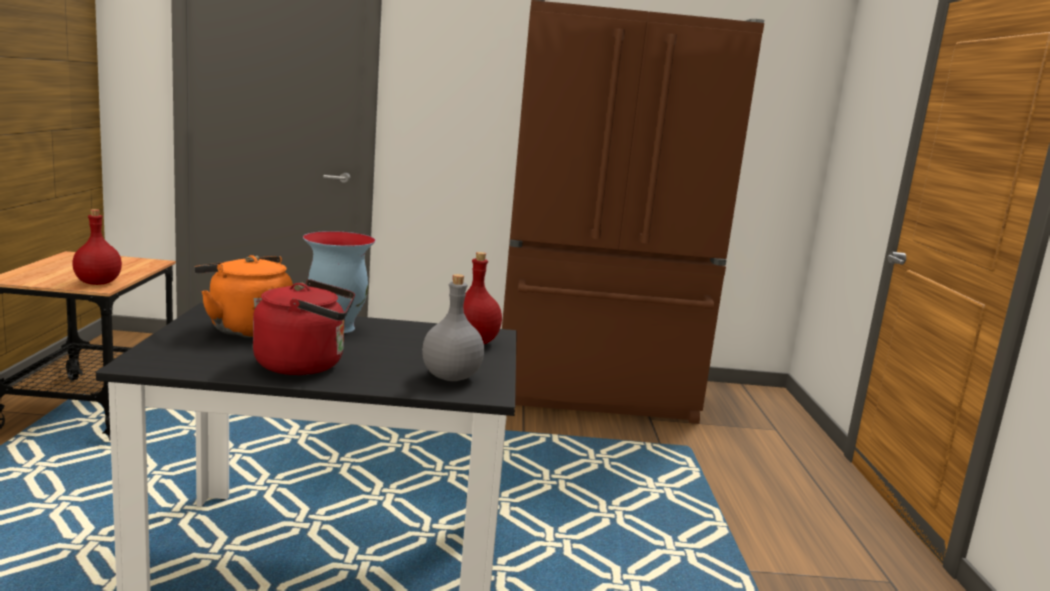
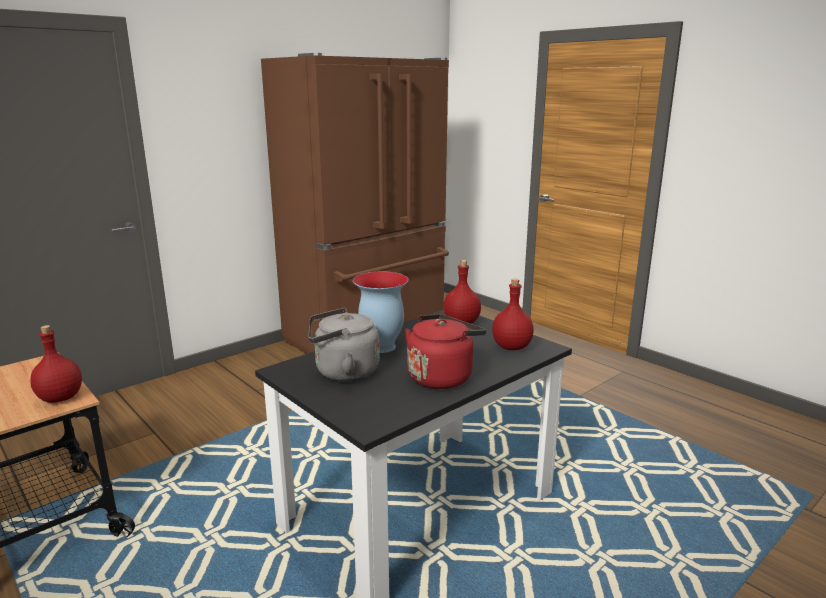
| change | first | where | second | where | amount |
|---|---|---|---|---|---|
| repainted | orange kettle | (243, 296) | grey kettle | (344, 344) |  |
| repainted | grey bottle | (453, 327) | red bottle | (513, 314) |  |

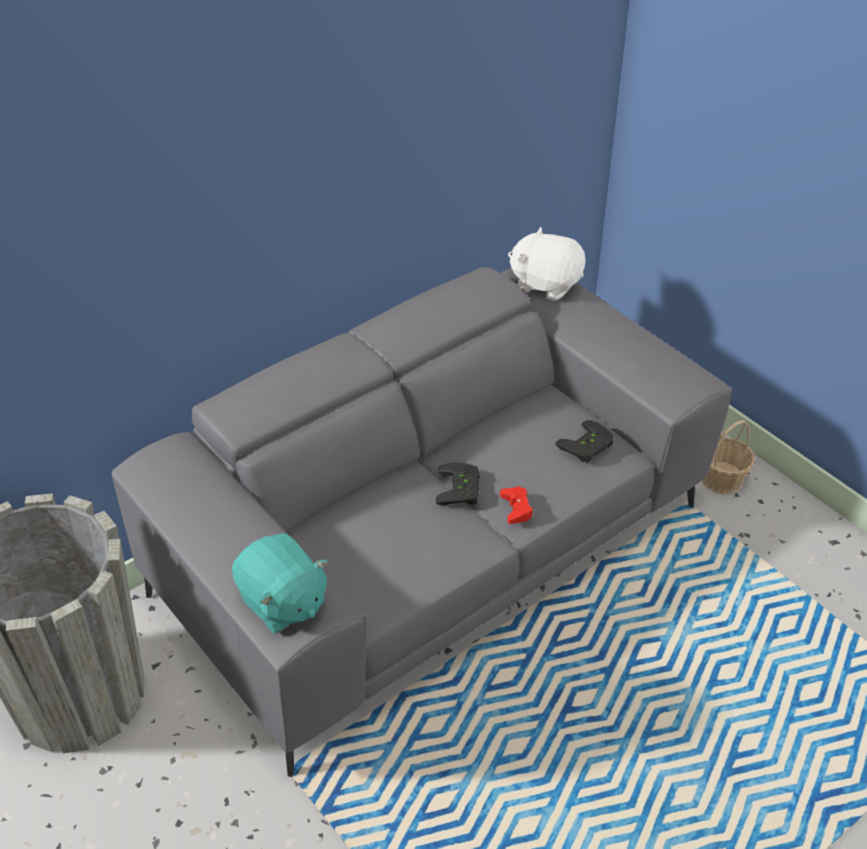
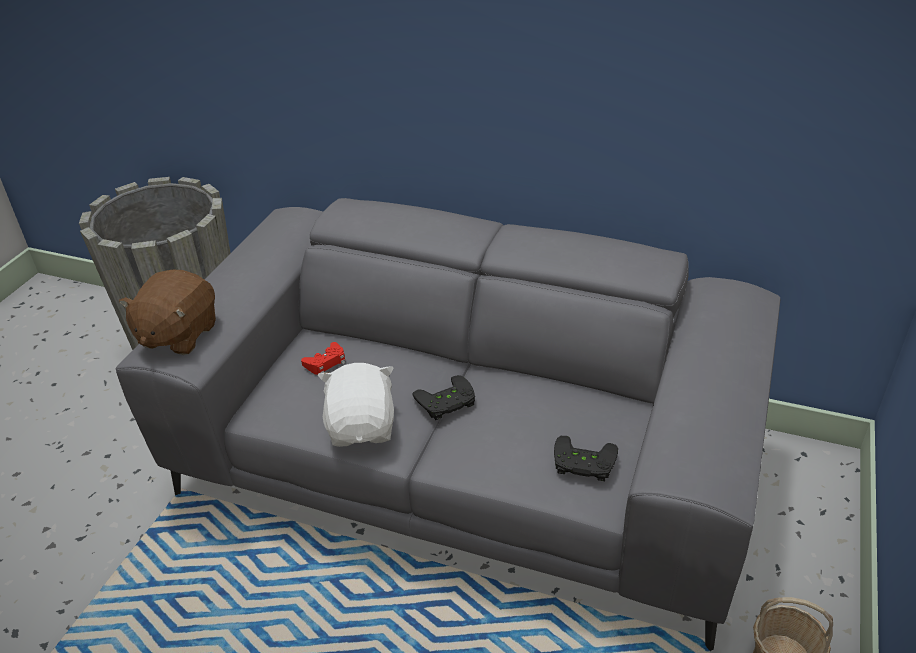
| change | first | where | second | where | amount |
|---|---|---|---|---|---|
| repainted | turquoise plush toy | (280, 583) | brown plush toy | (167, 312) |  |
| shifted | red game controller | (516, 505) |  | (323, 358) |  |
| shifted | white plush toy | (547, 264) |  | (356, 405) |  |

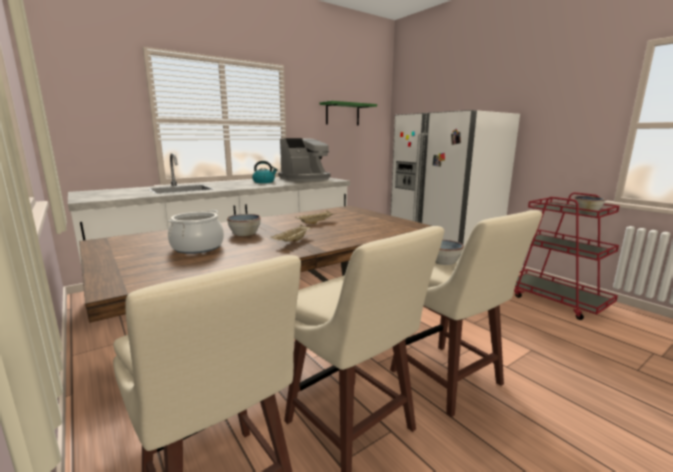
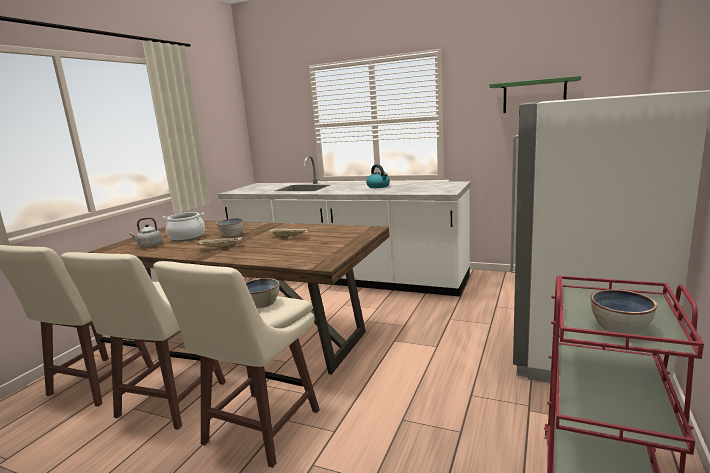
| change | first | where | second | where | amount |
|---|---|---|---|---|---|
| gone | coffee machine | (304, 159) |  |  |  |
| new |  |  | grey kettle | (145, 232) |  |

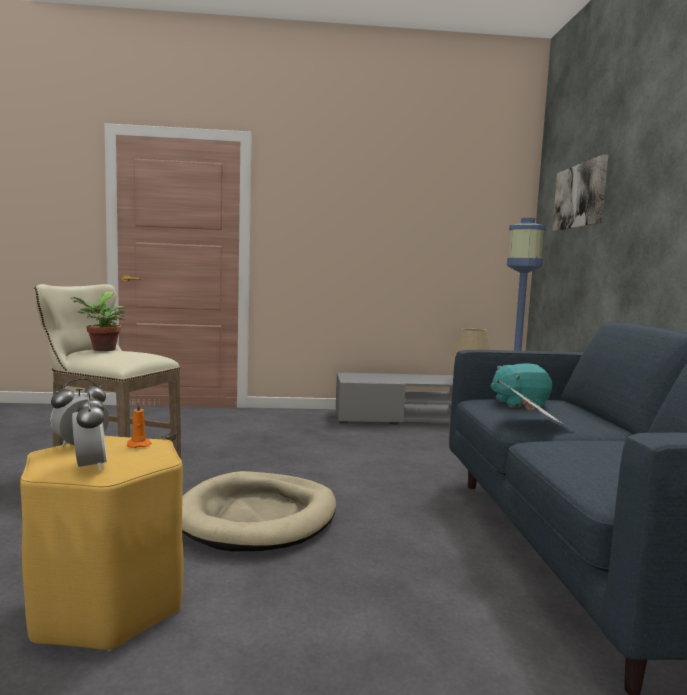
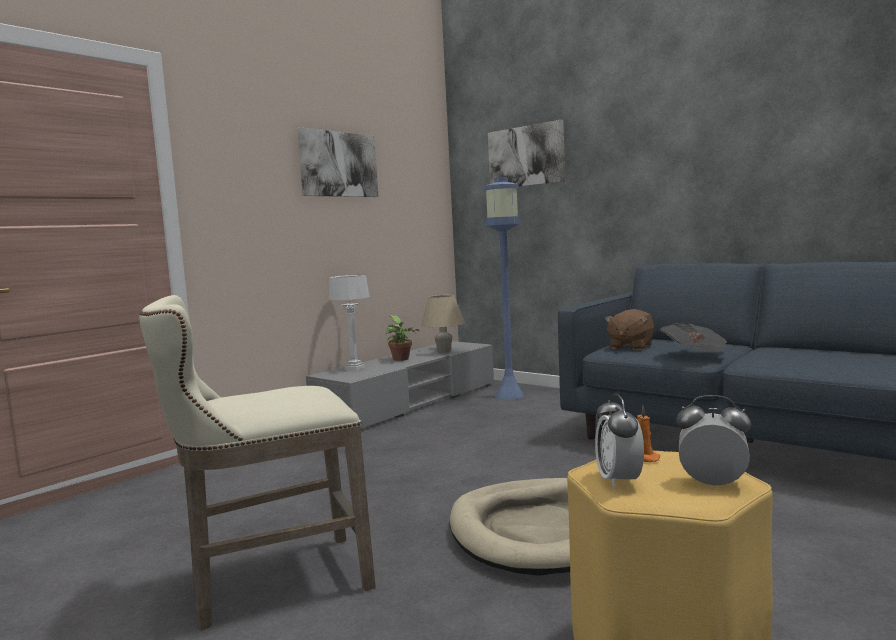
| change | first | where | second | where | amount |
|---|---|---|---|---|---|
| shifted | potted plant | (97, 321) |  | (402, 338) |  |
| repainted | turquoise plush toy | (521, 385) | brown plush toy | (629, 329) |  |
| new |  |  | picture | (338, 162) |  |
| new |  |  | grey table lamp | (349, 322) |  |

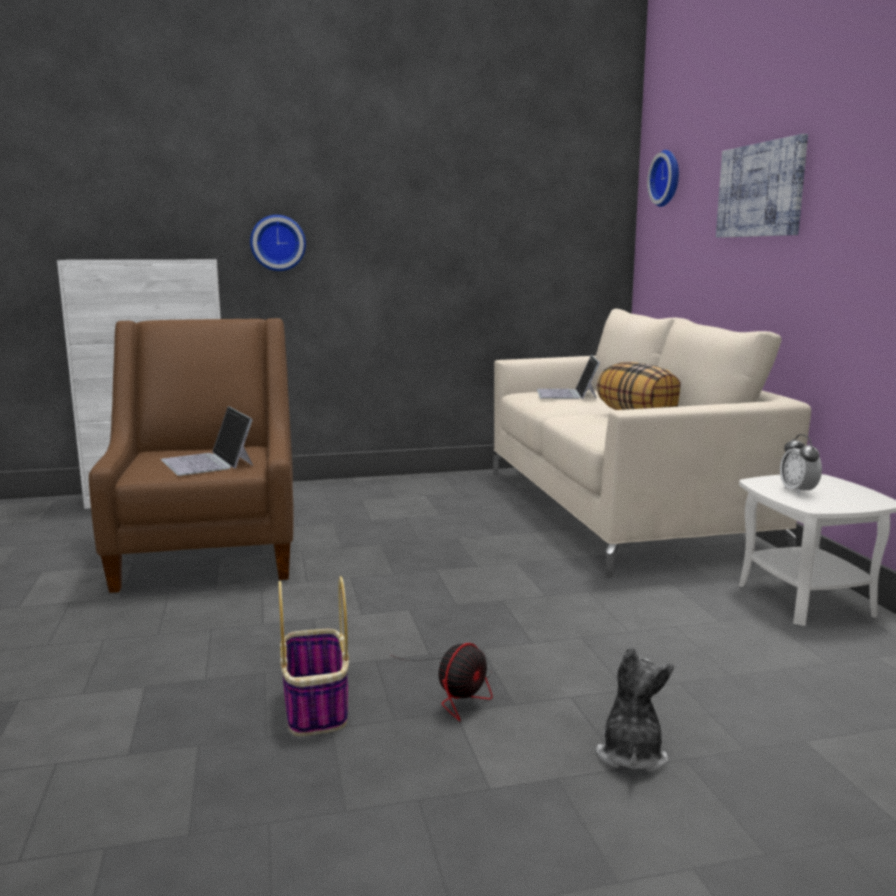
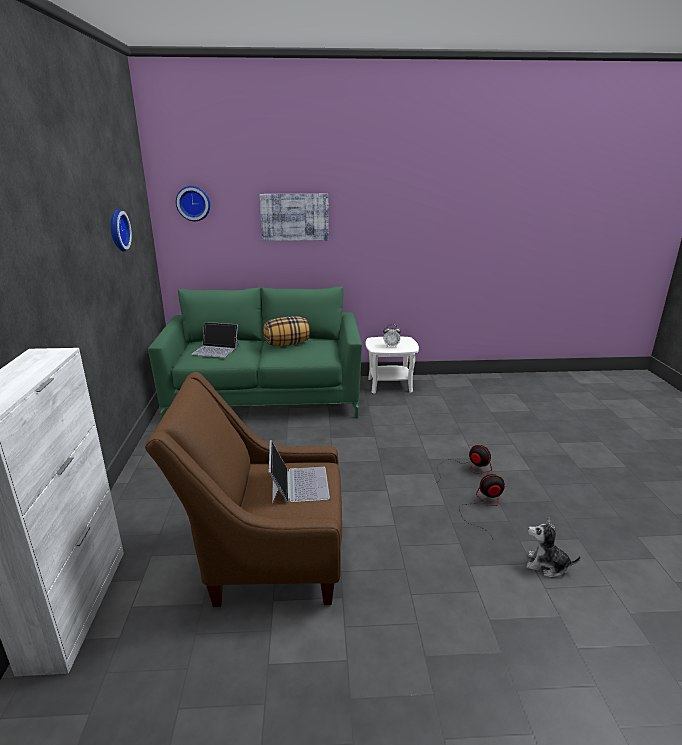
| change | first | where | second | where | amount |
|---|---|---|---|---|---|
| rotated | laptop | (207, 441) |  | (299, 472) | 75 degrees counterclockwise |
| shifted | wall clock | (278, 243) |  | (121, 230) |  |
| swapped | basket | (313, 656) | fan | (482, 507) |  |
| repainted | beige sofa | (652, 443) | green sofa | (255, 352) |  |
| shifted | plush toy | (635, 709) |  | (553, 547) |  |

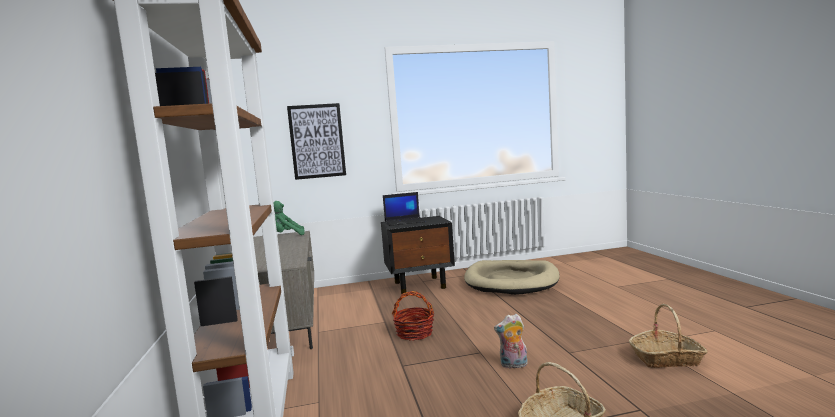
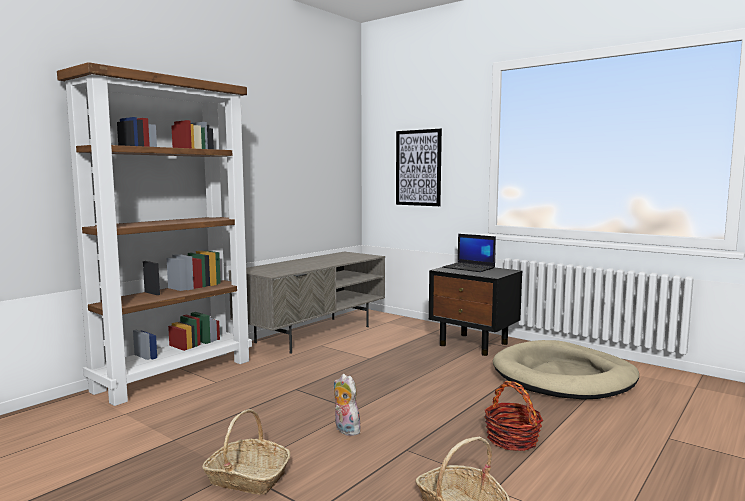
| change | first | where | second | where | amount |
|---|---|---|---|---|---|
| gone | green plush toy | (289, 218) |  |  |  |
| shifted | basket | (413, 316) |  | (513, 416) |  |

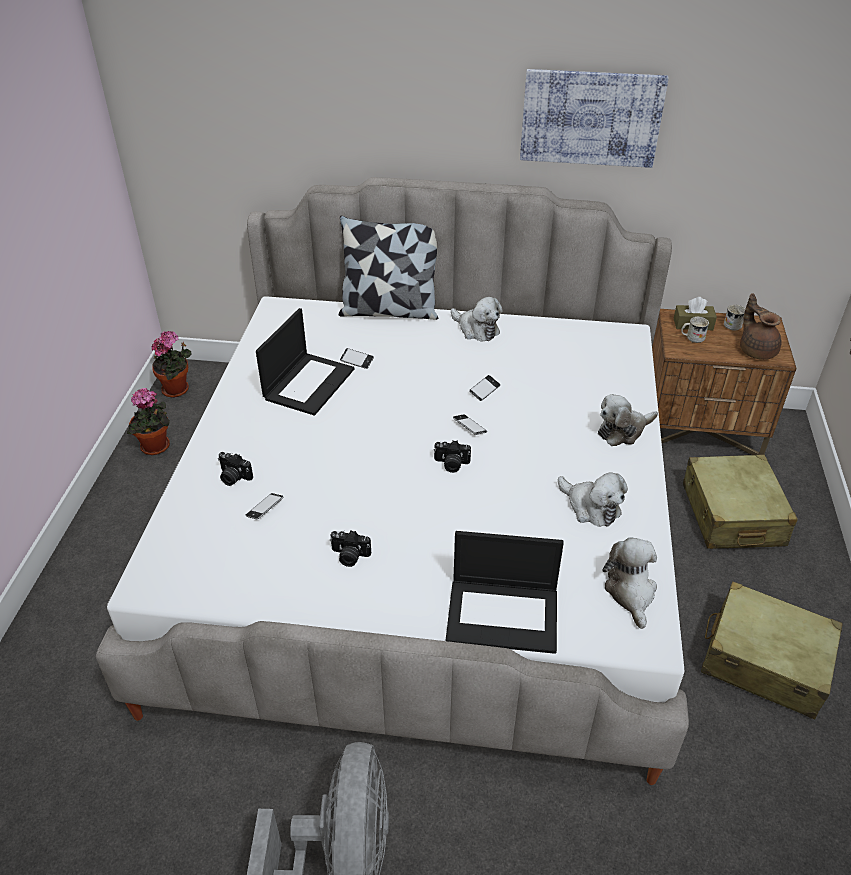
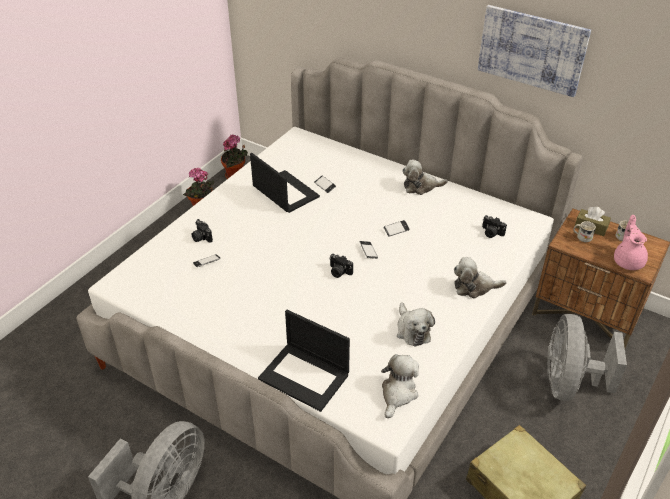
| change | first | where | second | where | amount |
|---|---|---|---|---|---|
| rotated | laptop | (305, 362) |  | (285, 183) | 90 degrees counterclockwise |
| shifted | photo camera | (350, 548) |  | (494, 226) |  |
| gone | pillow | (388, 268) |  |  |  |
| rotated | plush toy | (477, 319) |  | (425, 177) | 105 degrees clockwise |
| swapped | beige suitcase | (740, 501) | grey fan | (587, 357) |  |
| repainted | brown teapot | (761, 326) | pink teapot | (631, 242) |  |

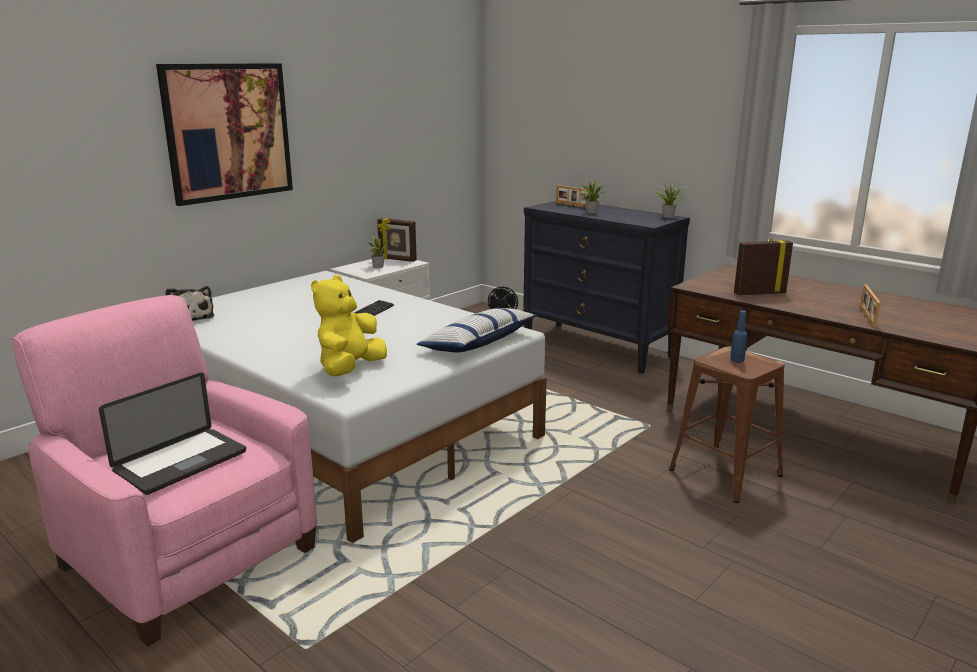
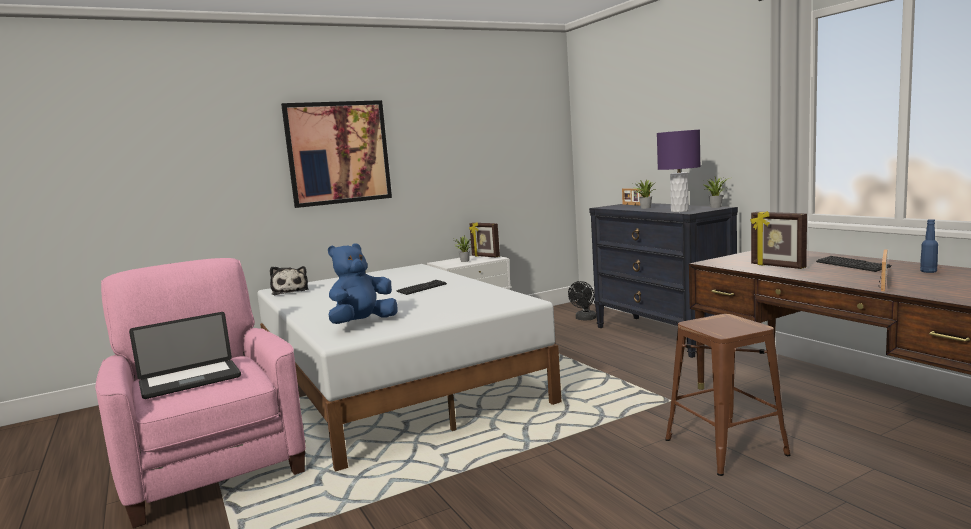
| change | first | where | second | where | amount |
|---|---|---|---|---|---|
| repainted | yellow plush toy | (349, 326) | blue plush toy | (363, 283) |  |
| gone | pillow | (476, 330) |  |  |  |
| shifted | blue bottle | (738, 336) |  | (929, 246) |  |
| rotated | picture frame | (763, 267) |  | (778, 240) | 135 degrees counterclockwise |
| new |  |  | purple table lamp | (679, 171) |  |
| new |  |  | keyboard | (854, 264) |  |

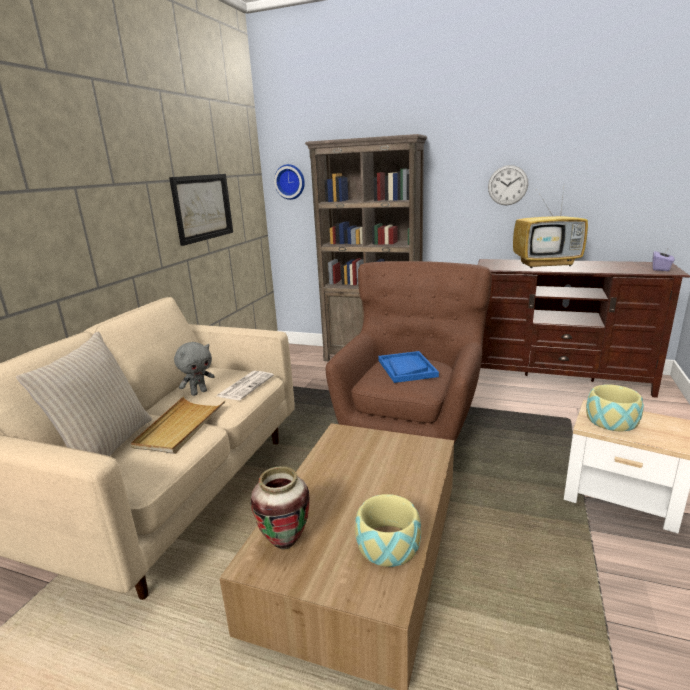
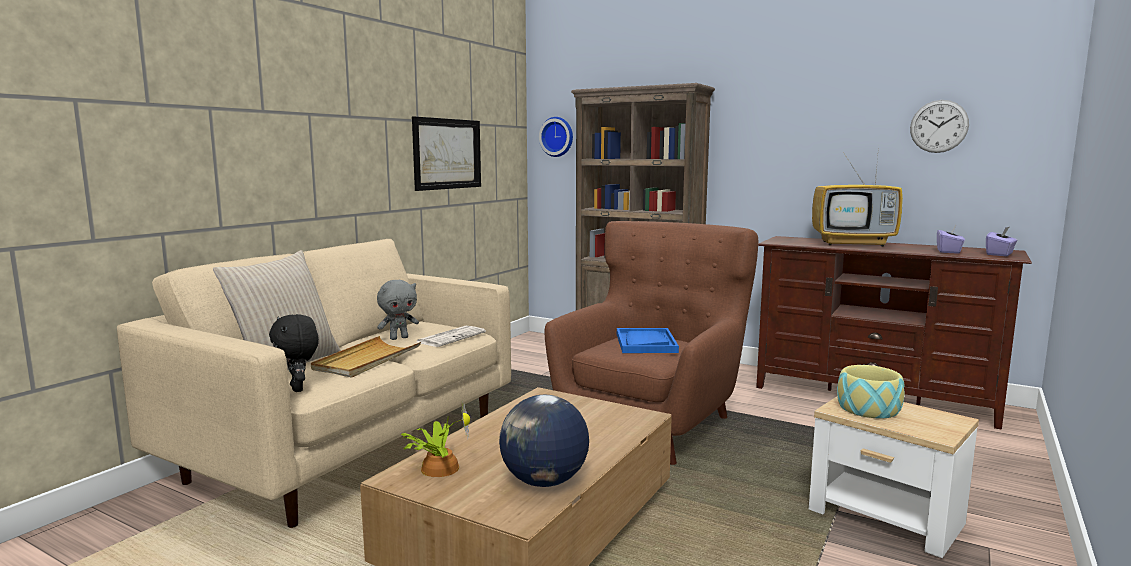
| change | first | where | second | where | amount |
|---|---|---|---|---|---|
| swapped | vase | (280, 508) | potted plant | (435, 438) |  |
| swapped | bowl | (388, 530) | globe | (544, 441) |  |
| shifted | wall clock | (508, 185) |  | (939, 126) |  |
| new |  |  | black plush toy | (294, 353) |  |
| new |  |  | purple tissue box | (951, 239) |  |

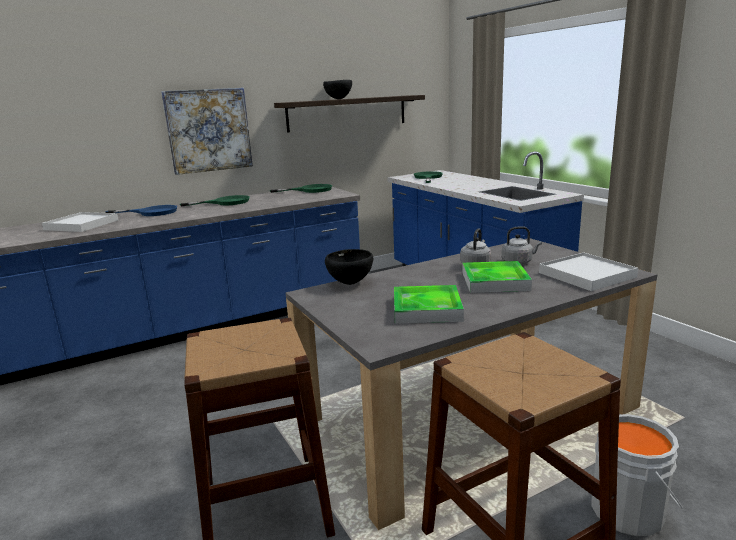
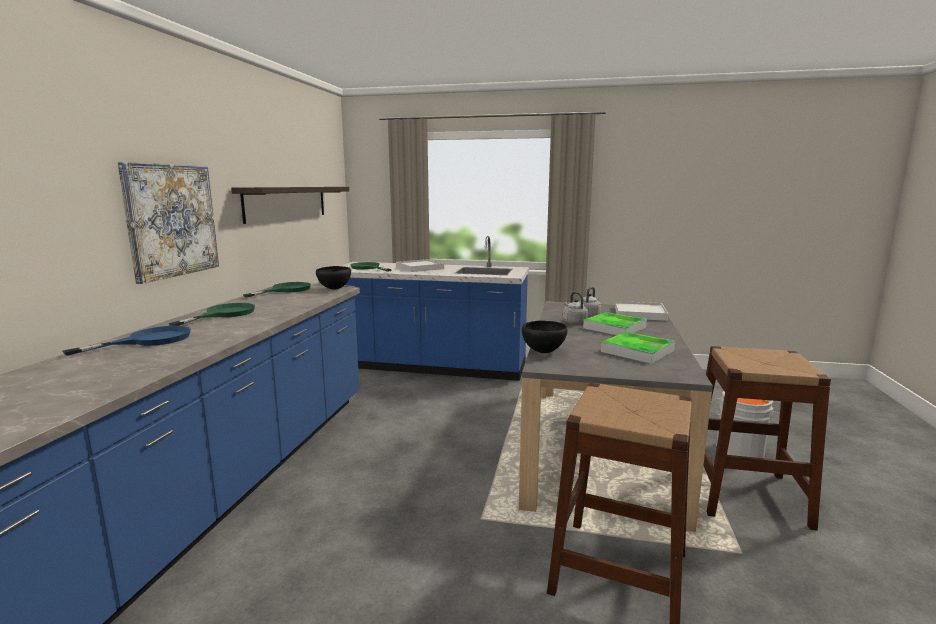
| change | first | where | second | where | amount |
|---|---|---|---|---|---|
| shifted | white tray | (80, 222) |  | (420, 265) |  |
| shifted | black bowl | (337, 89) |  | (333, 278) |  |

